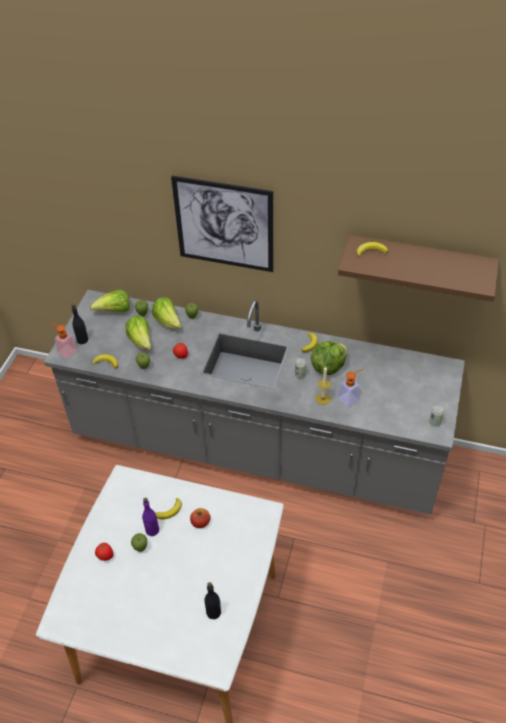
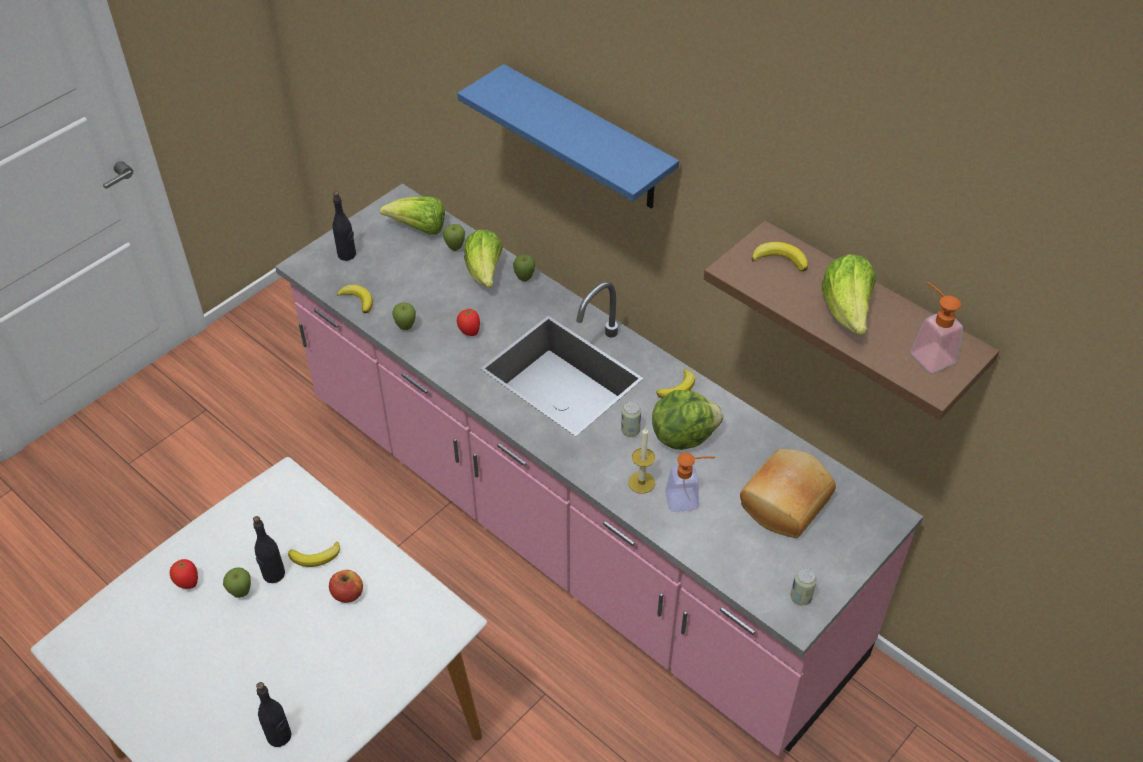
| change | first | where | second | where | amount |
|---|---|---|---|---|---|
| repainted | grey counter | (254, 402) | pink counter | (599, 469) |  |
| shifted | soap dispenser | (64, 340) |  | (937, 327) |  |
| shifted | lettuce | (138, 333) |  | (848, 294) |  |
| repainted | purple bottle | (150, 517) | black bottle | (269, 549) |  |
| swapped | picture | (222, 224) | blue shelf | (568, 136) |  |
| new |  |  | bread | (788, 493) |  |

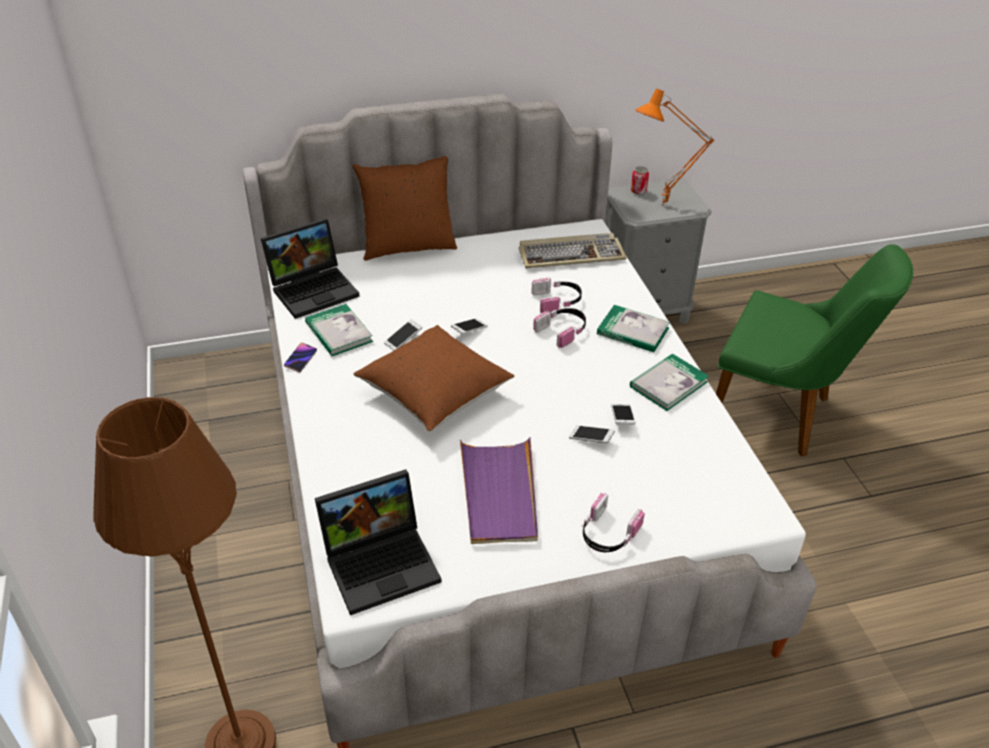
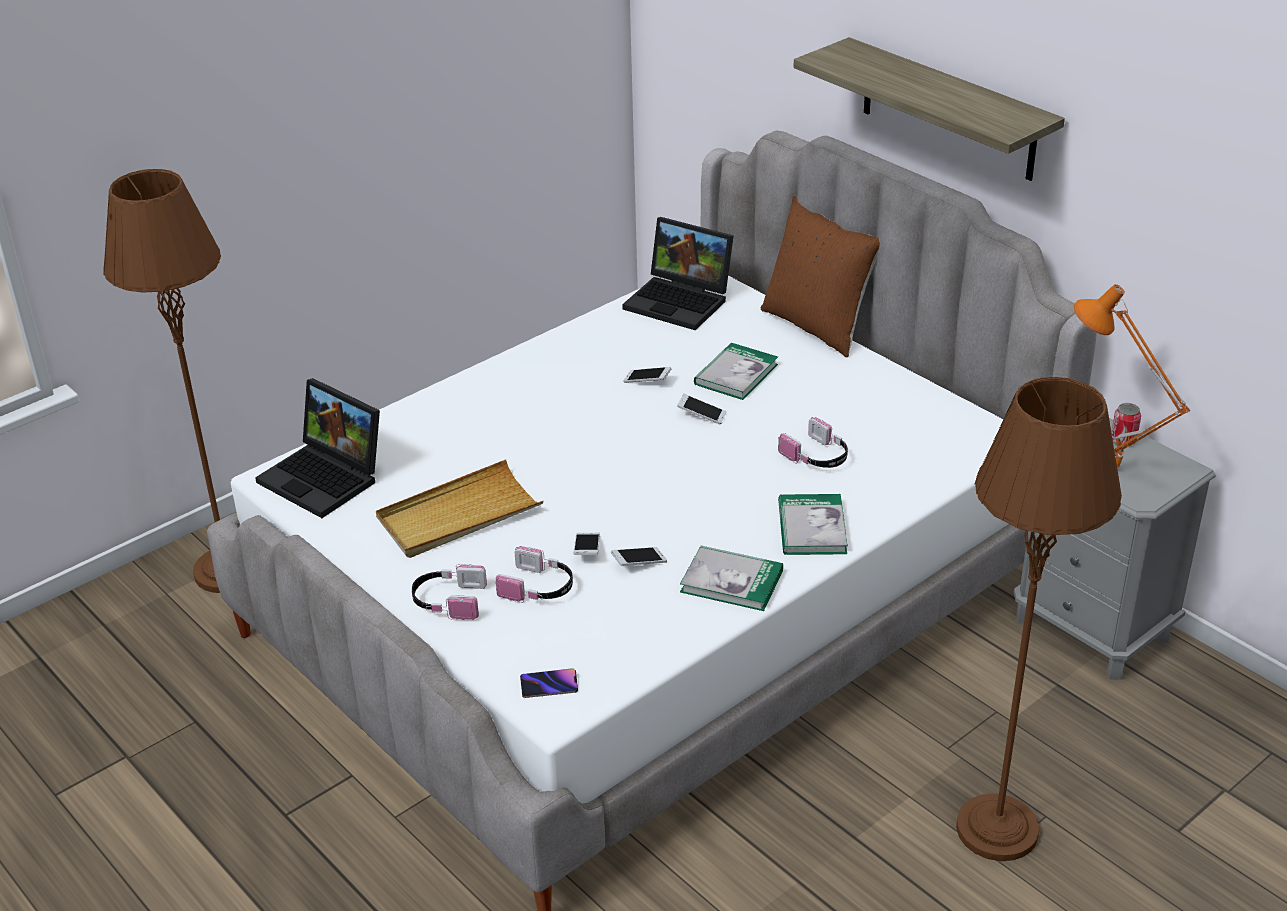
| change | first | where | second | where | amount |
|---|---|---|---|---|---|
| shifted | phone | (300, 357) |  | (549, 683) |  |
| shifted | book | (339, 330) |  | (736, 371) |  |
| gone | brown pillow | (434, 378) |  |  |  |
| repainted | purple tray | (499, 490) | beige tray | (459, 508) |  |
| gone | keyboard | (573, 251) |  |  |  |
| shifted | headphones | (559, 328) |  | (534, 574) |  |
| swapped | green chair | (814, 350) | brown floor lamp | (1039, 619) |  |
| new |  |  | shelf | (929, 109) |  |

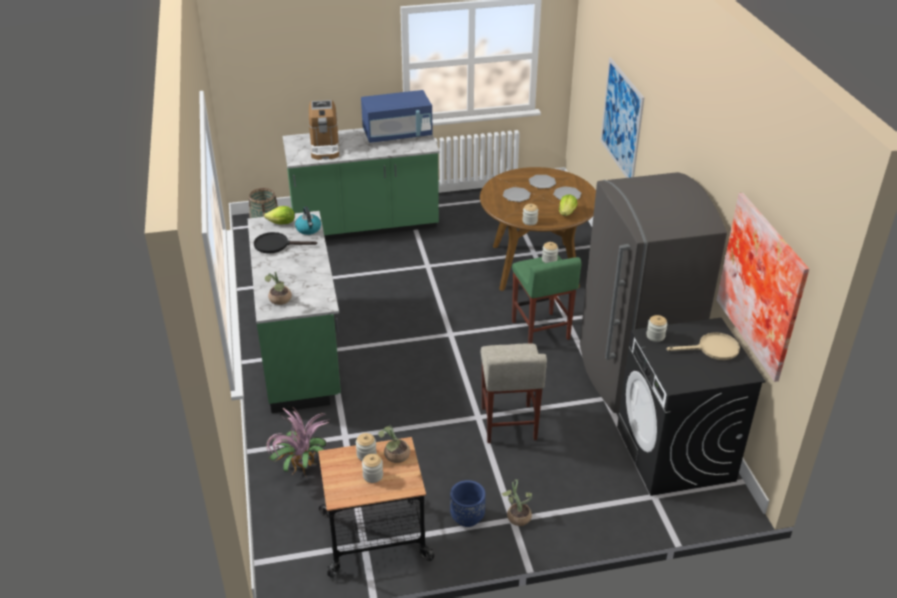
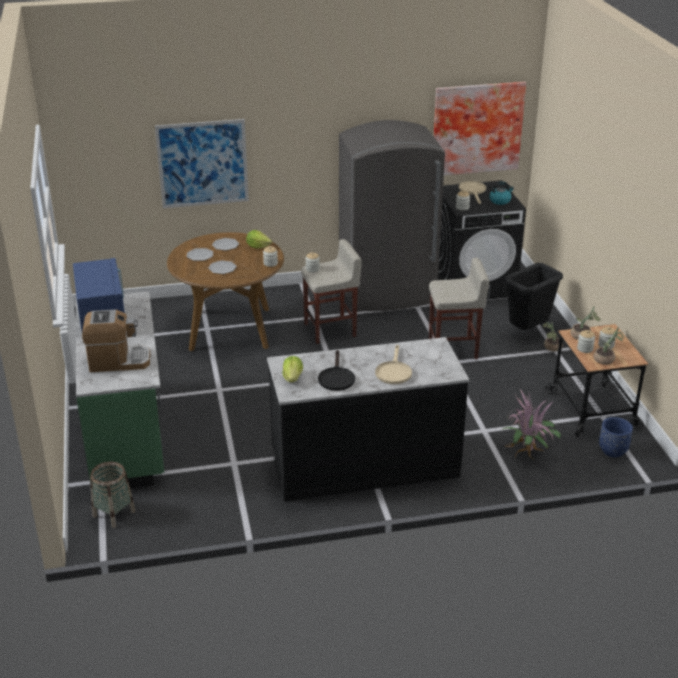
| change | first | where | second | where | amount |
|---|---|---|---|---|---|
| repainted | green counter | (294, 312) | black counter | (368, 419) |  |
| shifted | potted plant | (278, 288) |  | (608, 346) |  |
| shifted | kettle | (308, 220) |  | (501, 193) |  |
| shifted | blue planter | (467, 503) |  | (616, 437) |  |
| repainted | green stool | (547, 299) | beige stool | (331, 291) |  |
| new |  |  | beige frying pan | (393, 364) |  |
| new |  |  | black trash can | (534, 296) |  |

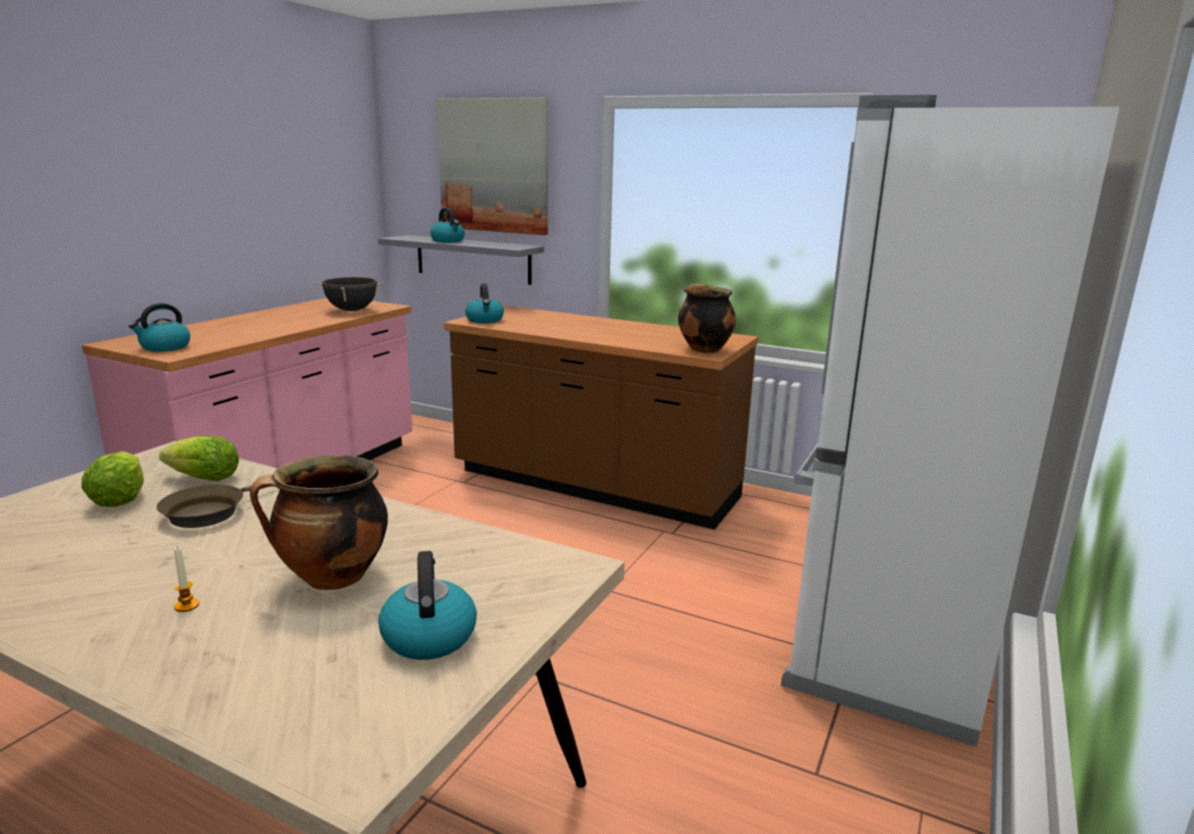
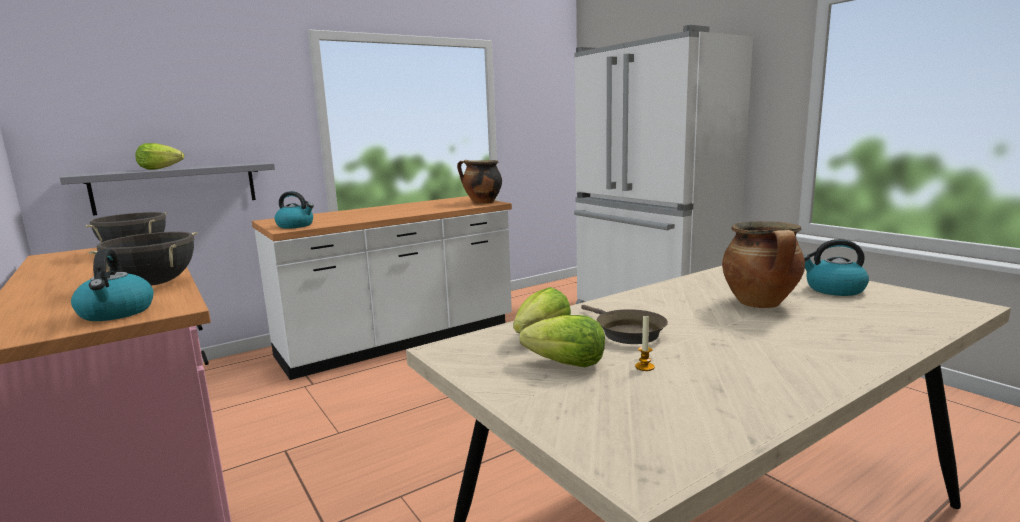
| change | first | where | second | where | amount |
|---|---|---|---|---|---|
| shifted | candle | (186, 579) |  | (645, 343) |  |
| swapped | kettle | (447, 225) | lettuce | (159, 156) |  |
| gone | picture | (492, 166) |  |  |  |
| repainted | brown counter | (601, 418) | white counter | (382, 288) |  |
| new |  |  | black cooking pot | (143, 258) |  |

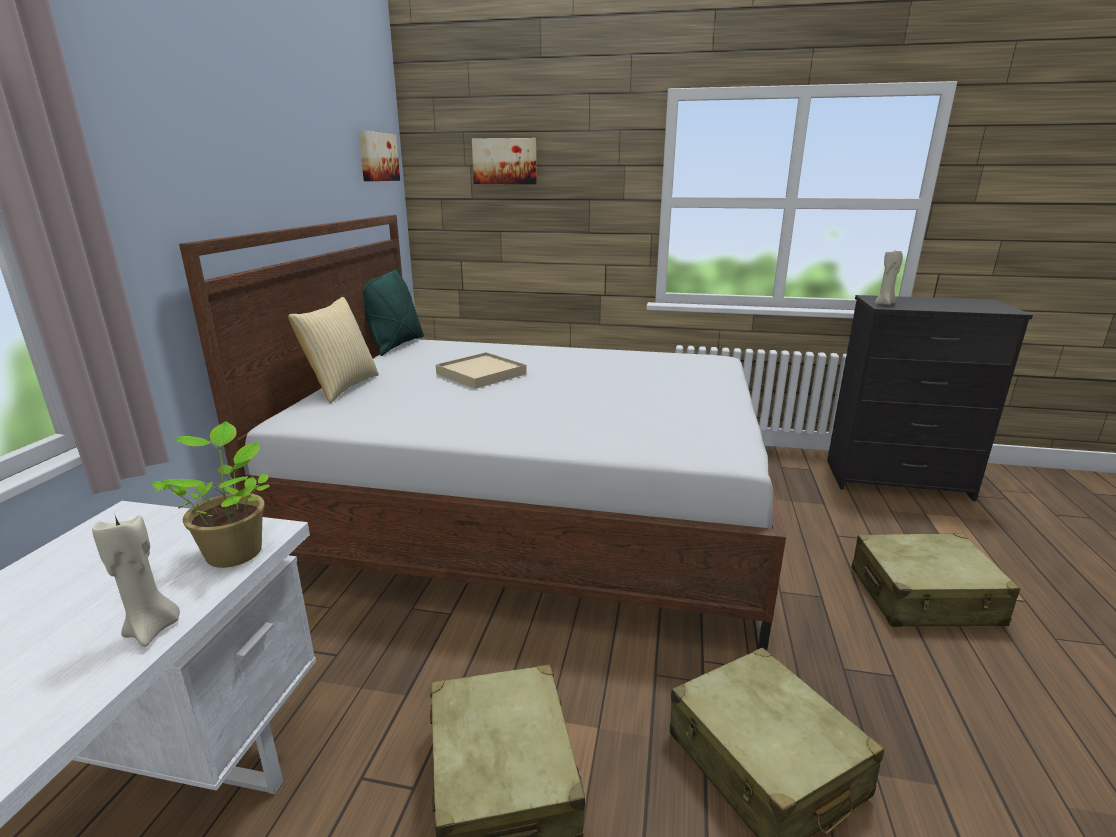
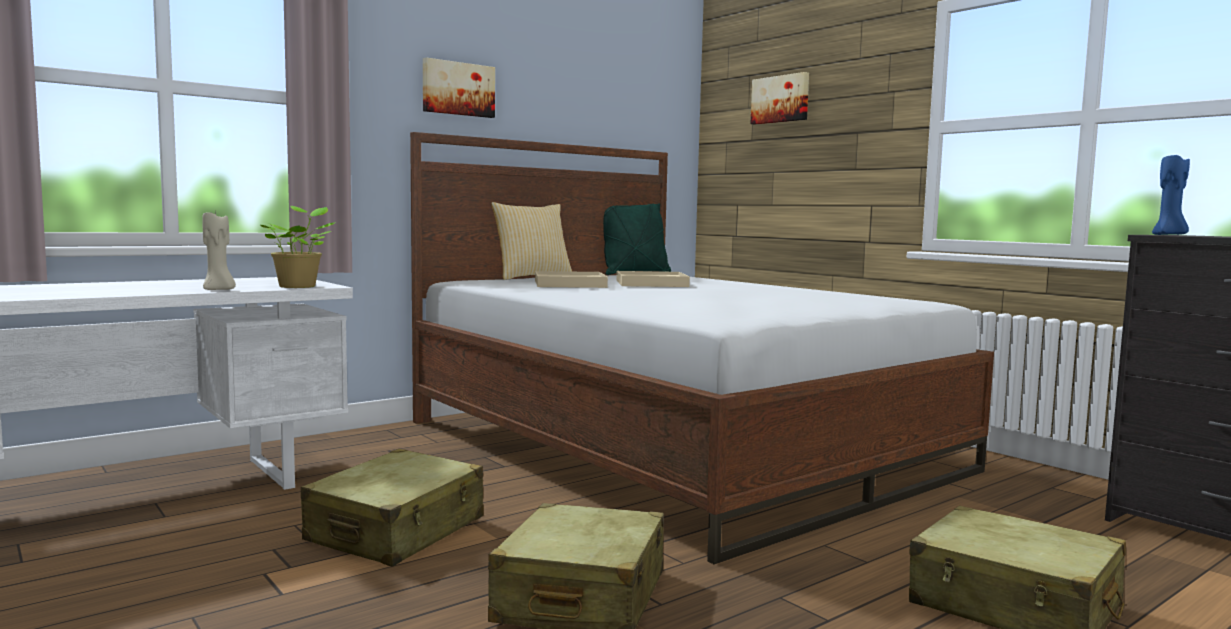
| change | first | where | second | where | amount |
|---|---|---|---|---|---|
| shifted | picture | (379, 155) |  | (459, 87) |  |
| repainted | beige candle | (889, 278) | blue candle | (1171, 195) |  |
| new |  |  | beige tray | (571, 279) |  |

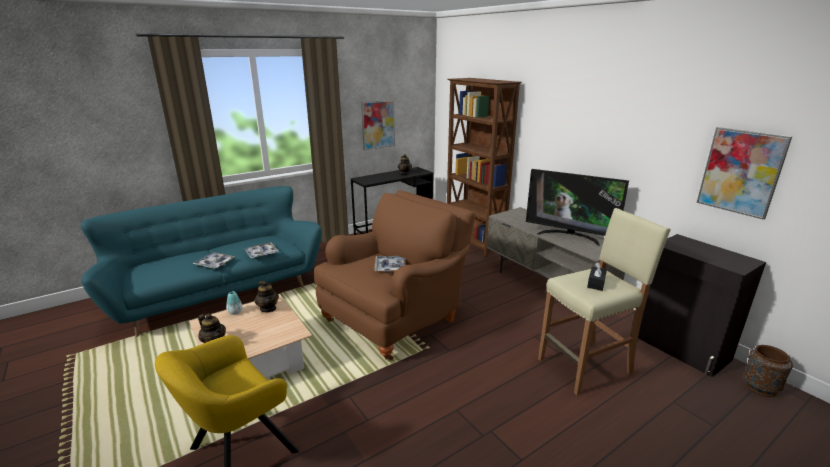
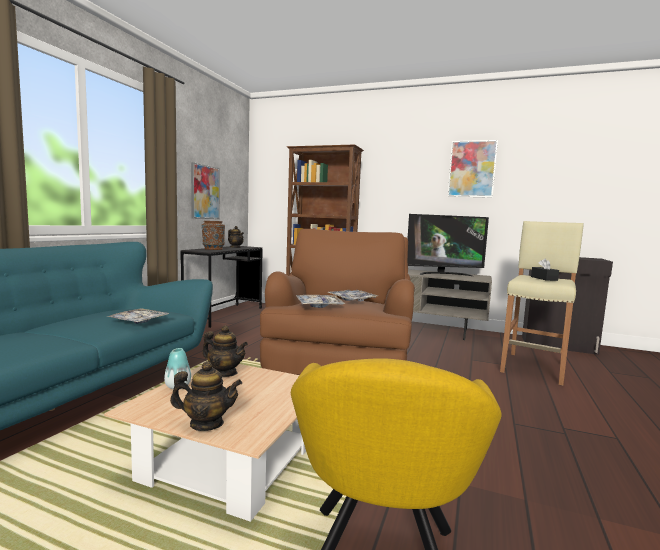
| change | first | where | second | where | amount |
|---|---|---|---|---|---|
| shifted | tray | (214, 260) |  | (320, 301) |  |
| shifted | picture | (744, 173) |  | (473, 168) |  |
| shifted | brown vase | (768, 371) |  | (213, 235) |  |

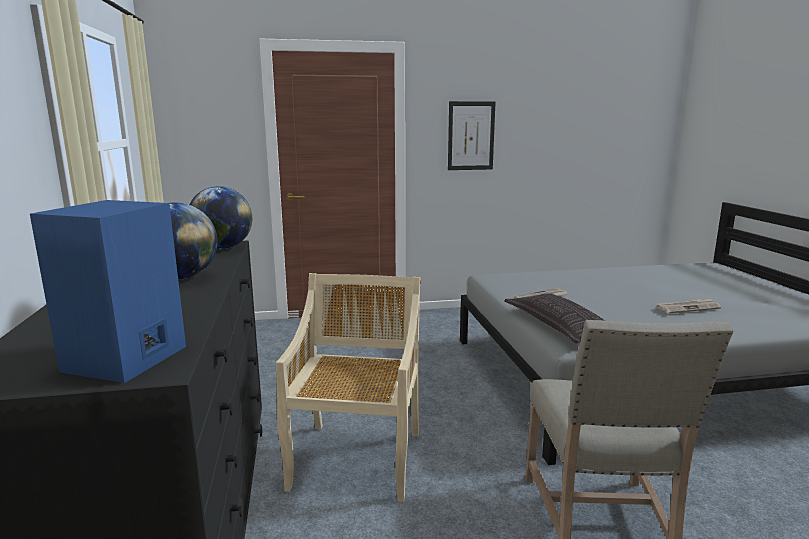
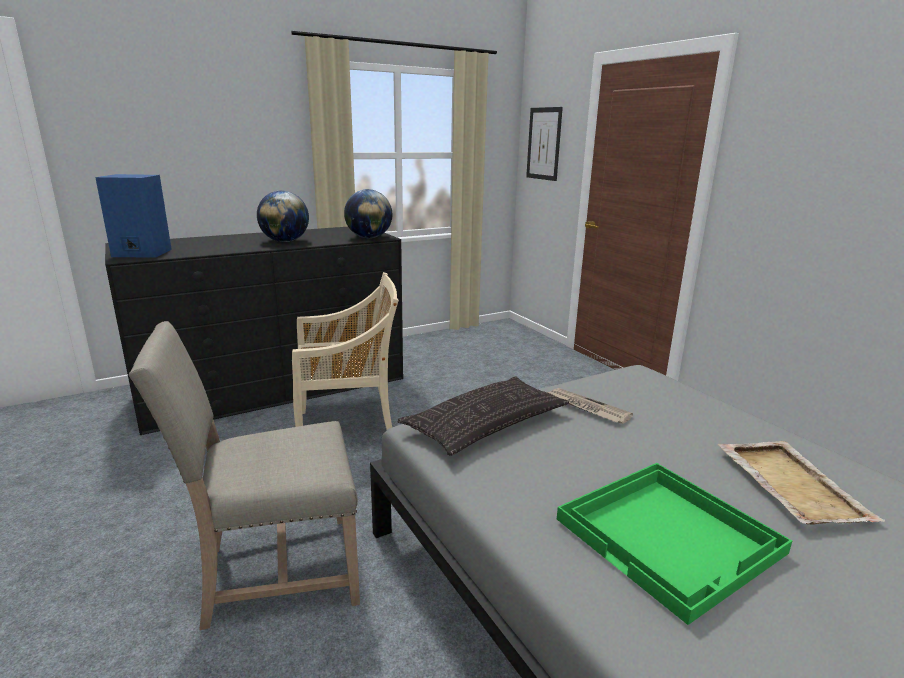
| change | first | where | second | where | amount |
|---|---|---|---|---|---|
| shifted | picture | (471, 135) |  | (544, 144) |  |
| swapped | newspaper | (689, 305) | green tray | (674, 544) |  |
| new |  |  | beige tray | (801, 482) |  |

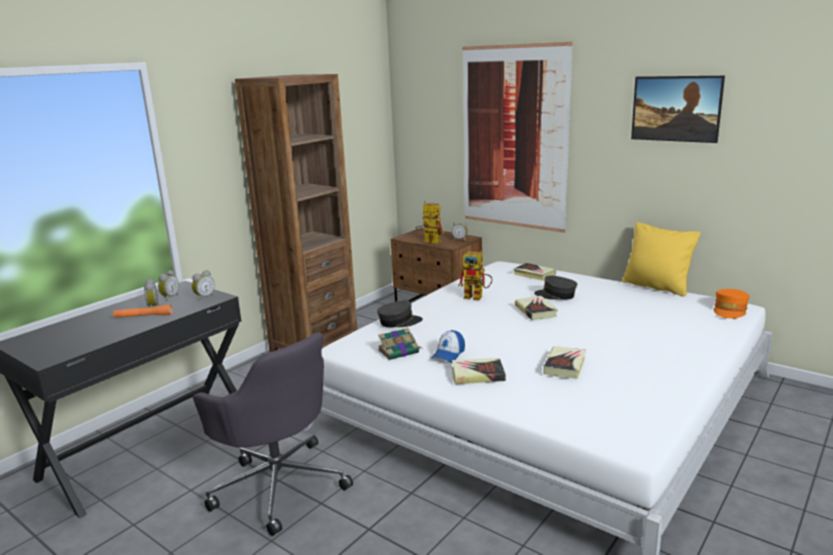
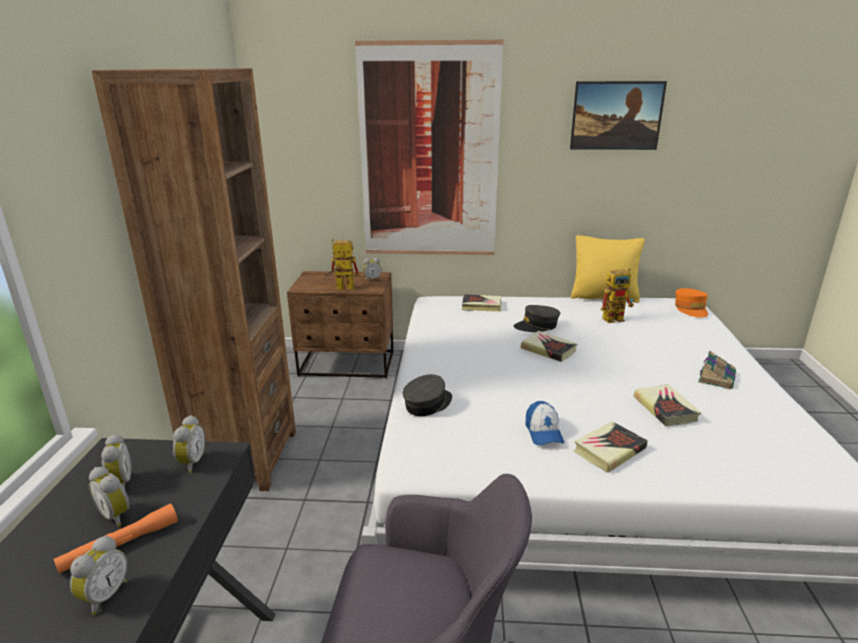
| change | first | where | second | where | amount |
|---|---|---|---|---|---|
| shifted | book | (399, 344) |  | (717, 370) |  |
| shifted | toy robot | (475, 275) |  | (617, 295) |  |
| new |  |  | alarm clock | (98, 575) |  |

